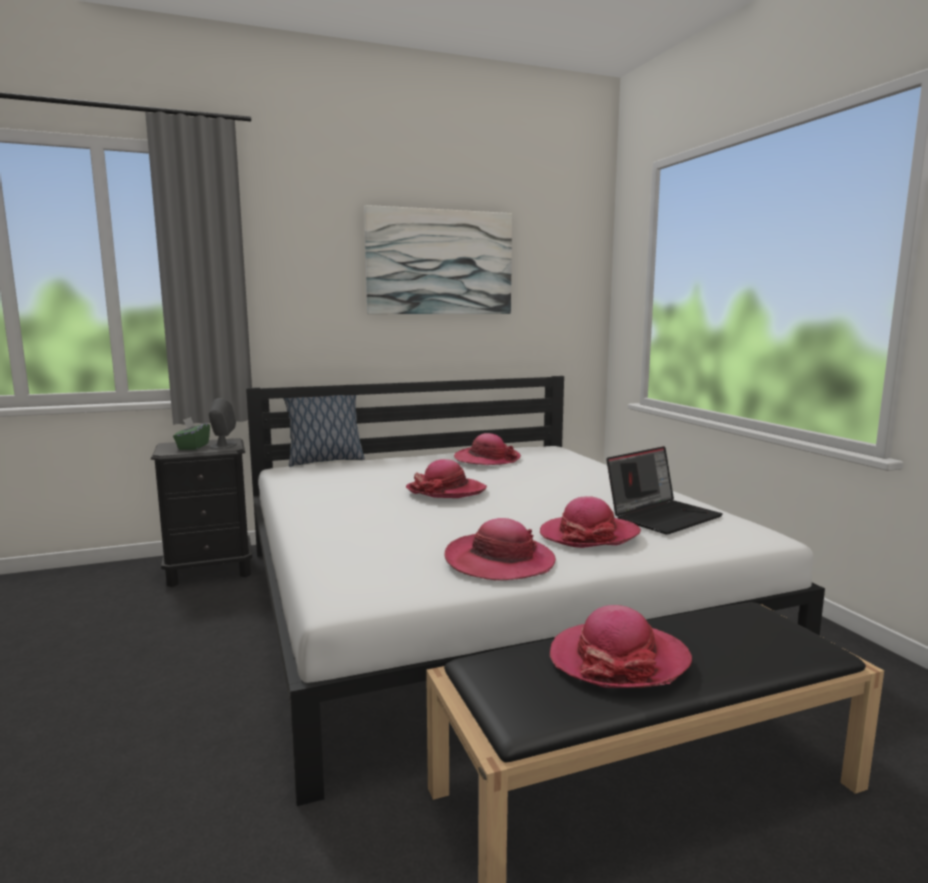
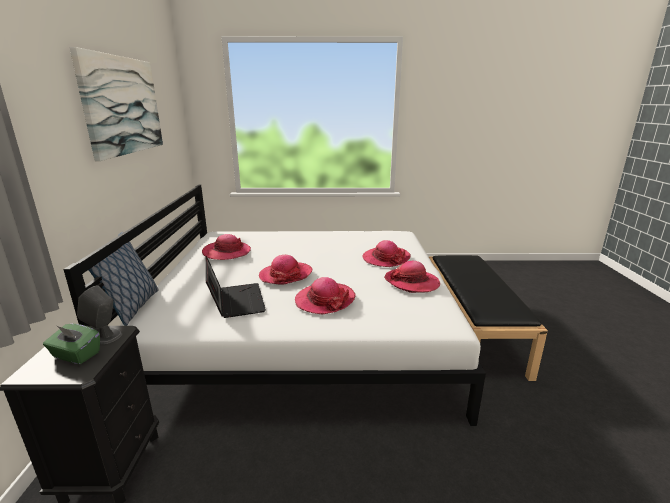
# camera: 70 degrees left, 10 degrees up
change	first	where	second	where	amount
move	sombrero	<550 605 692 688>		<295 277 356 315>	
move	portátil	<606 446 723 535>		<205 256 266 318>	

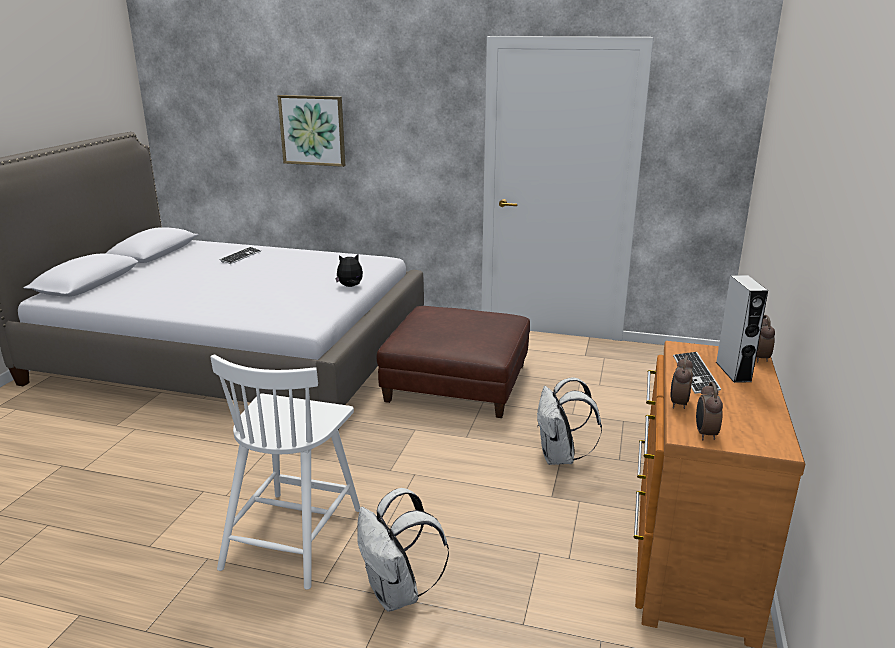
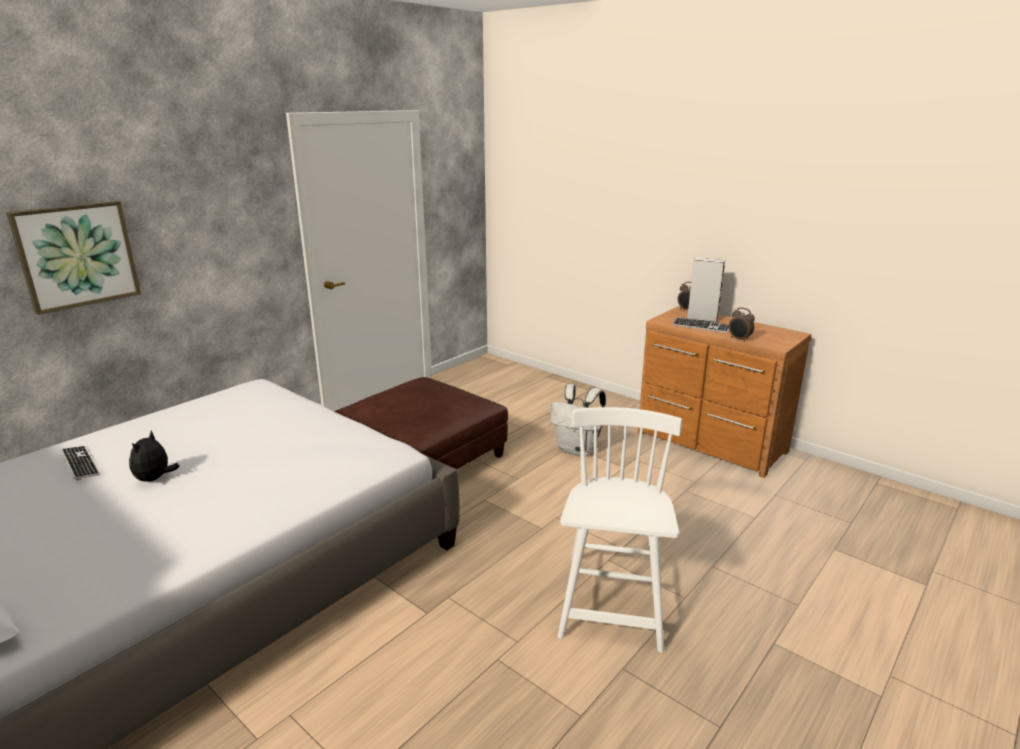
# camera: 65 degrees left, 0 degrees up
change	first	where	second	where	amount
rotate	silla (blanco)	<211 354 360 590>		<558 407 682 653>	120 degrees counterclockwise
move	peluche	<335 254 363 287>		<129 431 179 482>	
delete	mochila (blanco)	<357 488 449 612>			
delete	despertador	<696 382 723 440>			

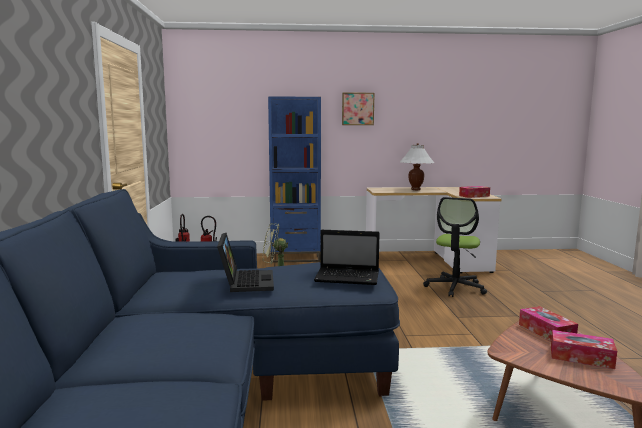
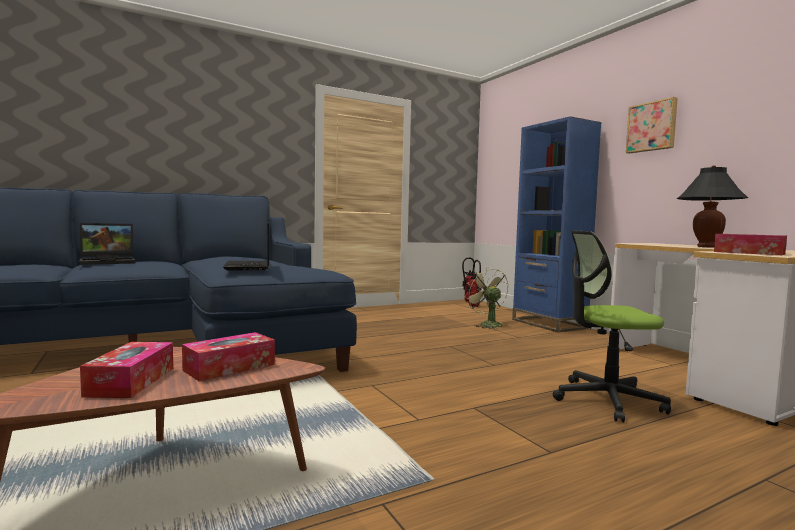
# camera: 65 degrees right, 5 degrees down
change	first	where	second	where	amount
move	portátil	<217 233 274 292>		<79 223 135 265>	
recolor	lámpara de mesa (blanco)	<400 143 434 190>	lámpara de mesa (negro)	<677 165 748 248>	

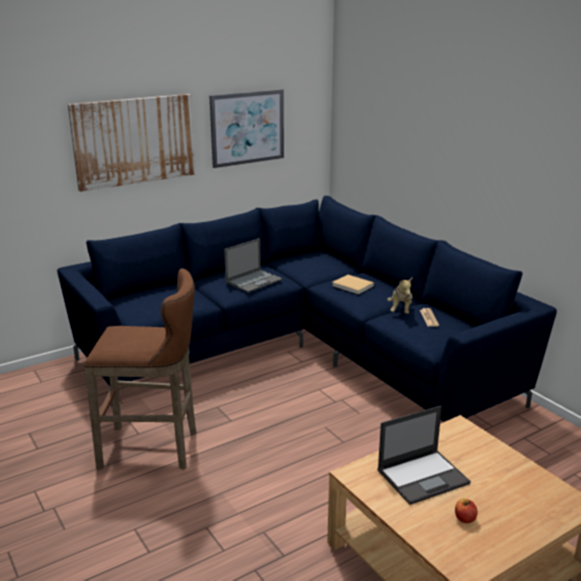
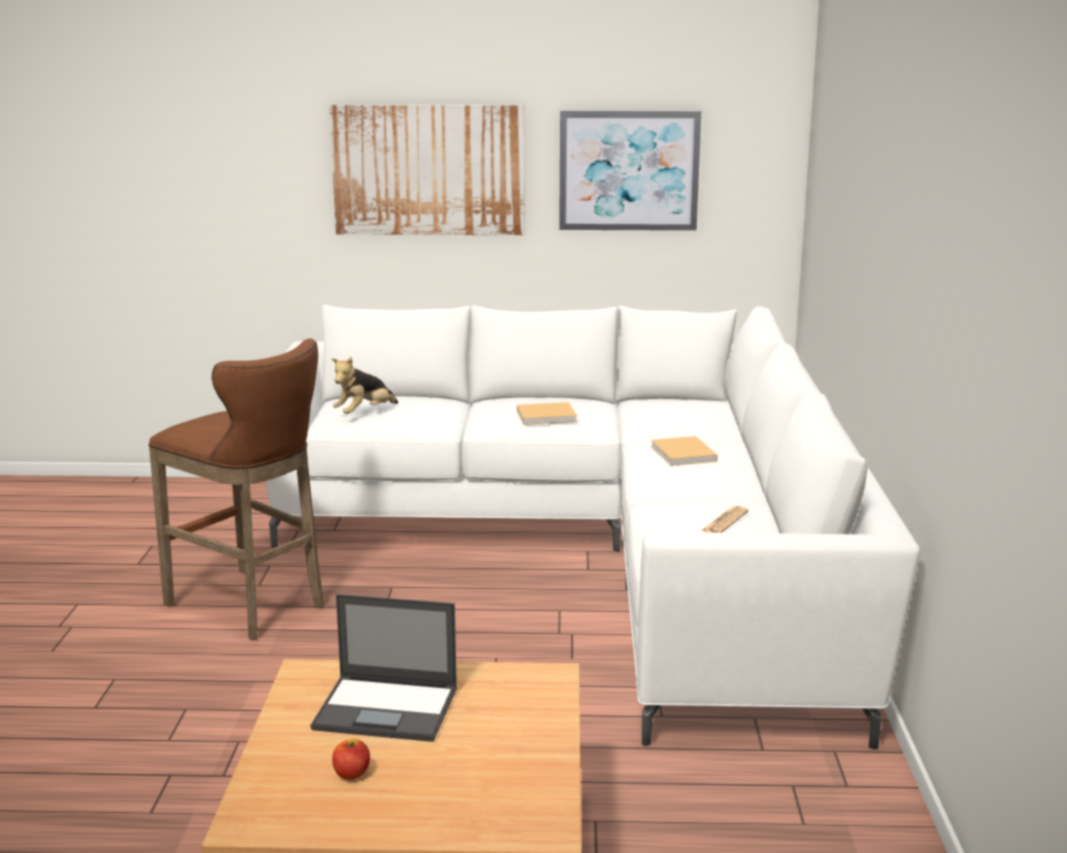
# camera: 35 degrees right, 5 degrees down
change	first	where	second	where	amount
recolor	sofá (azul)	<57 196 557 422>	sofá (blanco)	<266 305 920 750>	
replace	portátil	<224 238 283 293>	libro (beis)	<517 402 577 425>	
move	peluche	<387 277 413 314>		<331 357 398 414>	

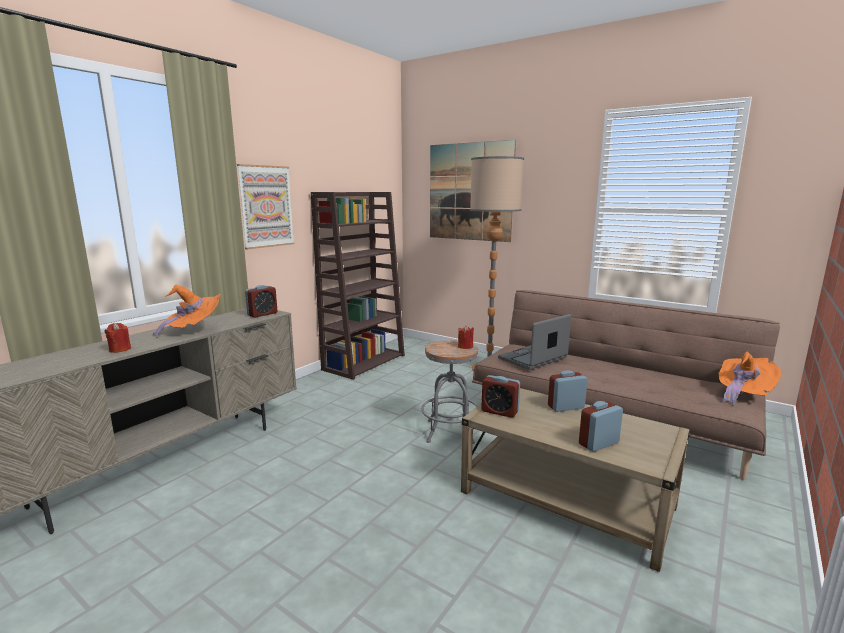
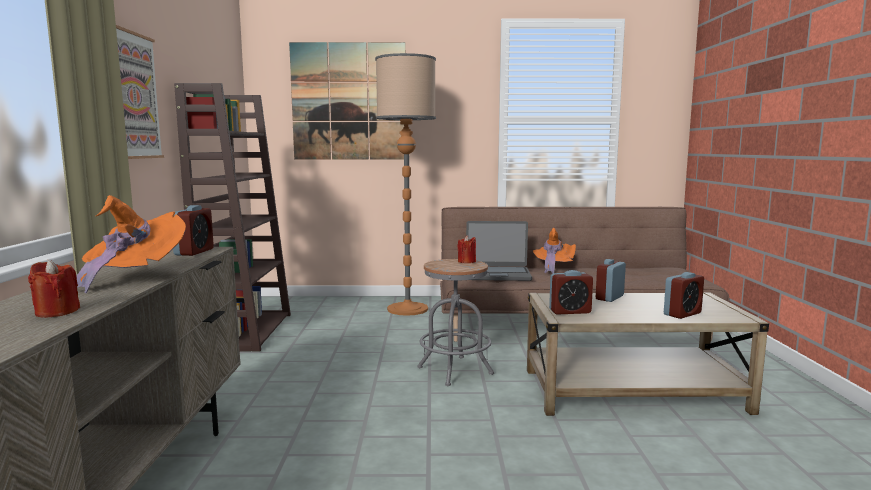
# camera: 35 degrees left, 5 degrees down
change	first	where	second	where	amount
rotate	portátil	<498 314 571 370>		<466 221 532 281>	105 degrees counterclockwise
rotate	despertador	<579 401 623 452>		<664 272 704 319>	150 degrees counterclockwise
move	sombrero (naranja)	<719 352 781 406>		<533 228 576 273>	

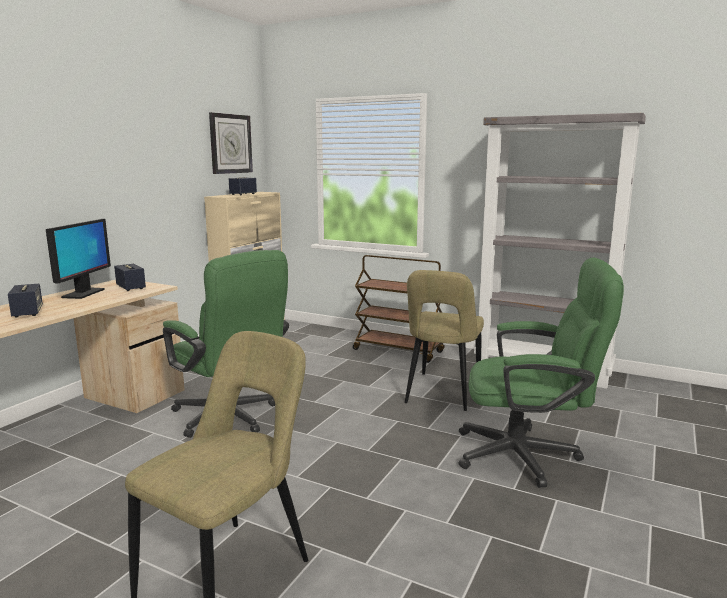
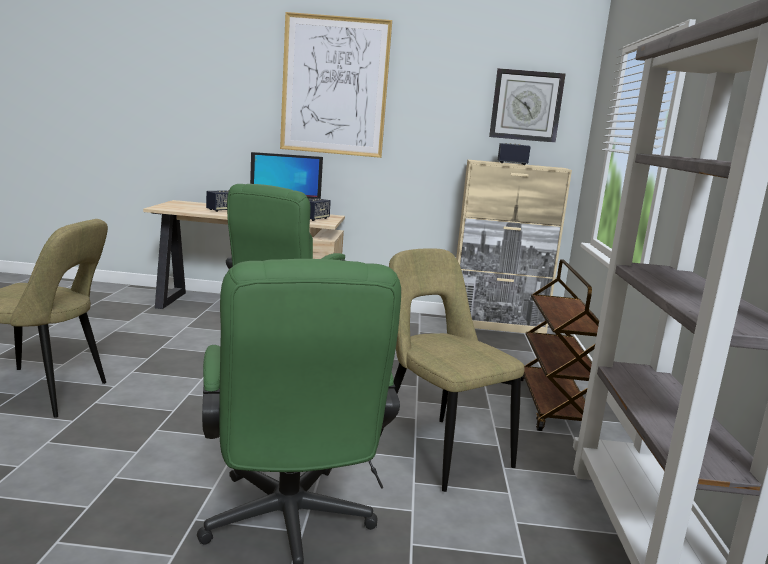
# camera: 65 degrees right, 0 degrees up
change	first	where	second	where	amount
rotate	silla (beis)	<405 270 484 411>		<380 248 524 492>	60 degrees clockwise
insert			cuadro	<280 12 392 158>	

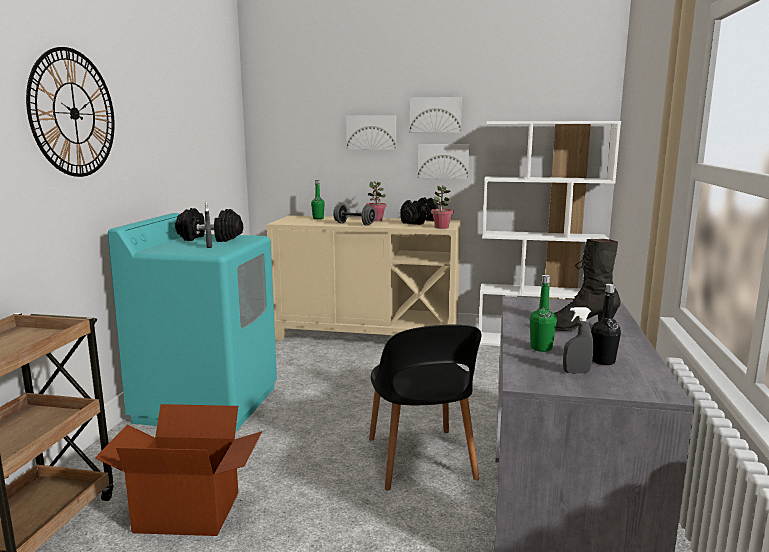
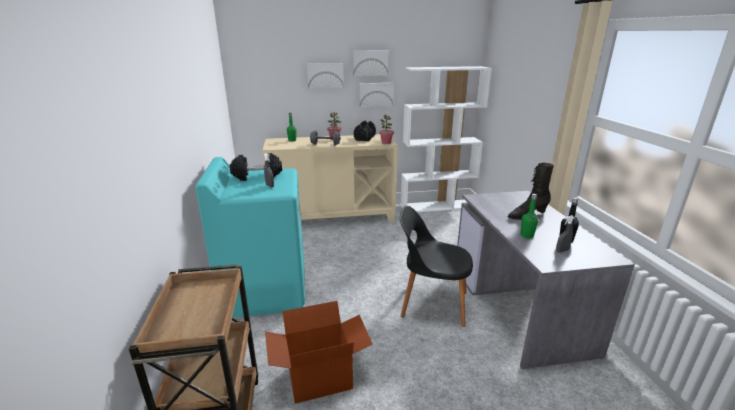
# camera: 20 degrees left, 10 degrees up
change	first	where	second	where	amount
delete	reloj de pared	<26 47 115 177>			
rotate	silla (negro)	<369 325 481 490>		<400 206 473 327>	135 degrees clockwise

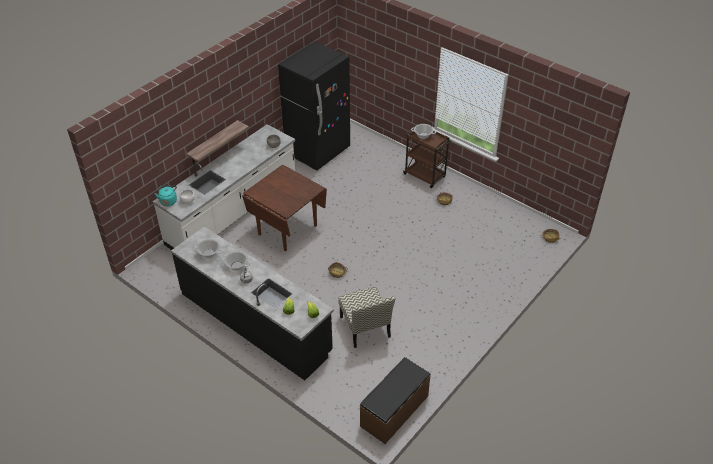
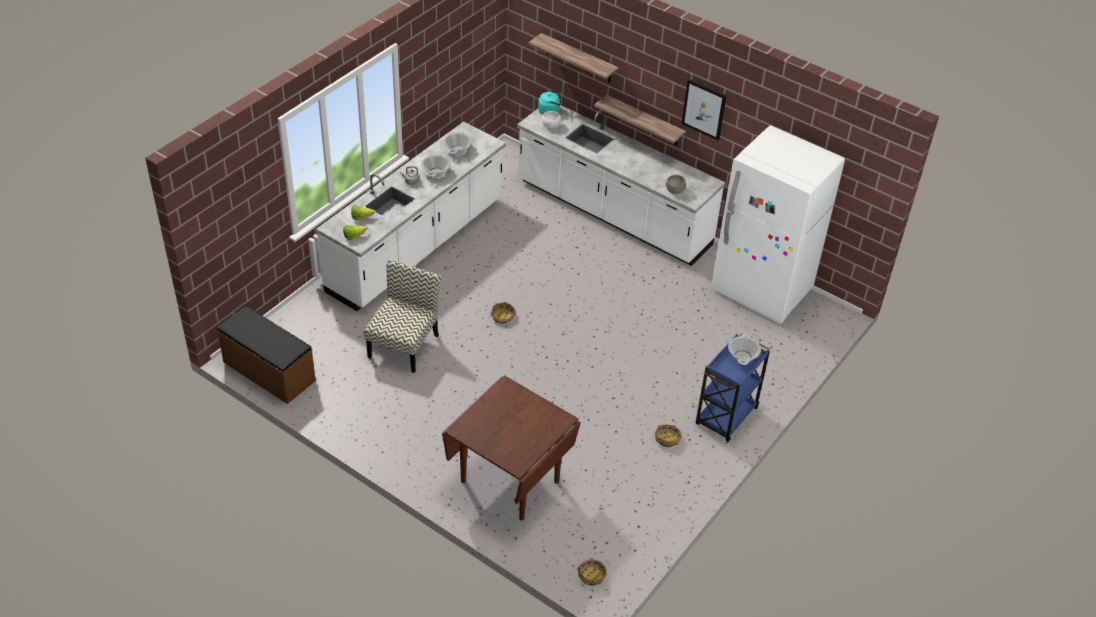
# camera: 85 degrees right, 0 degrees up
change	first	where	second	where	amount
recolor	mueble bajo de cocina (negro)	<171 227 334 381>	mueble bajo de cocina (blanco)	<316 122 506 311>	
move	mesa de comedor (marrón)	<242 164 327 251>		<442 375 581 520>	
recolor	nevera (negro)	<278 41 350 171>	nevera (blanco)	<711 125 845 324>	
rotate	silla	<338 286 396 348>		<364 260 441 373>	135 degrees clockwise
recolor	carrito (marrón)	<403 124 451 188>	carrito (azul)	<696 334 770 442>	
insert			estante	<528 33 619 83>	
insert			cuadro	<682 79 727 140>	

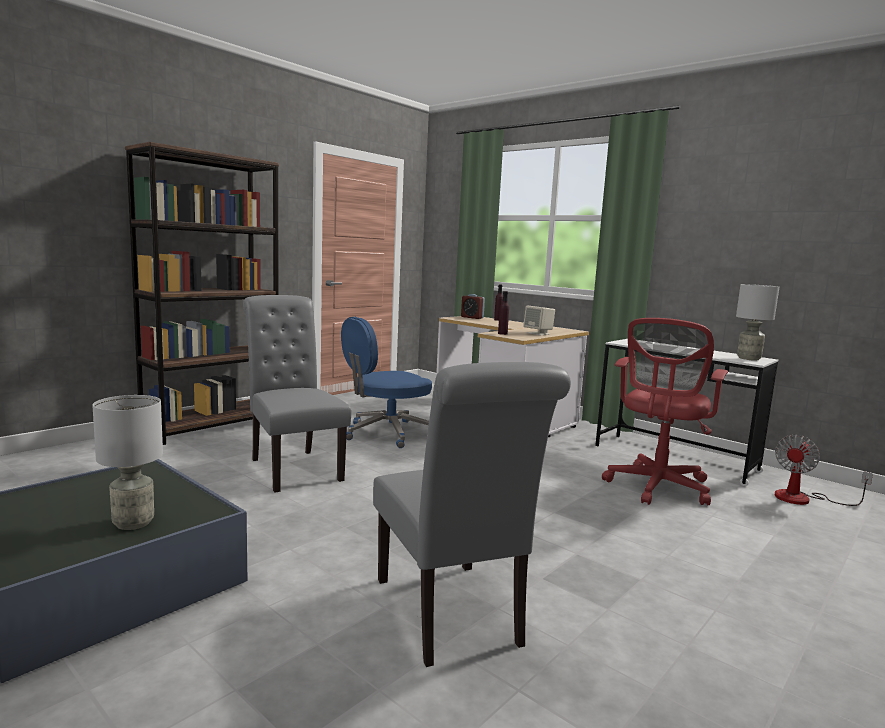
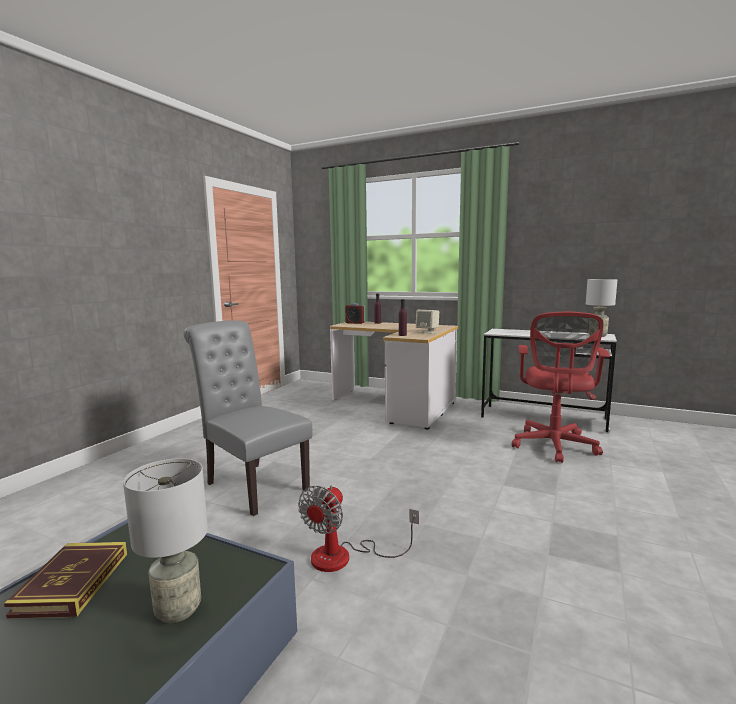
# camera: 15 degrees left, 0 degrees up
change	first	where	second	where	amount
delete	estantería (marrón)	<125 142 279 445>			
delete	silla de oficina (azul)	<341 317 432 448>			
delete	silla (gris)	<373 362 571 667>			
move	ventilador	<775 435 873 506>		<298 485 419 572>	
insert			libro	<4 542 127 619>	

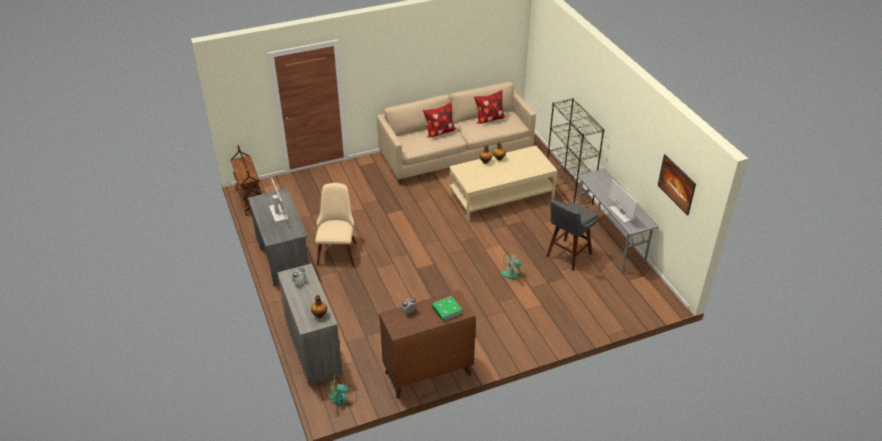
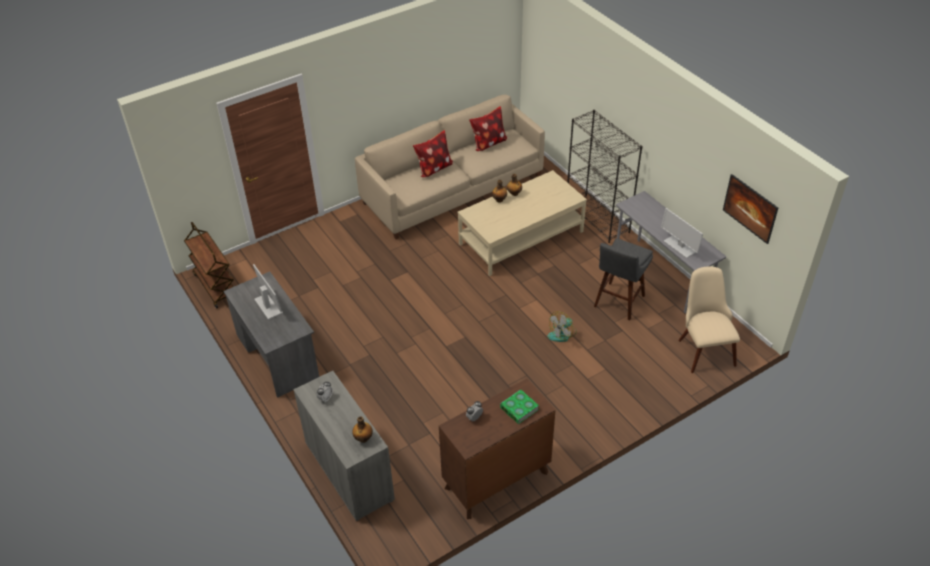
# camera: 10 degrees left, 5 degrees up
change	first	where	second	where	amount
move	silla (beis)	<315 183 356 266>		<678 266 740 373>	
delete	ventilador	<328 373 357 405>			

